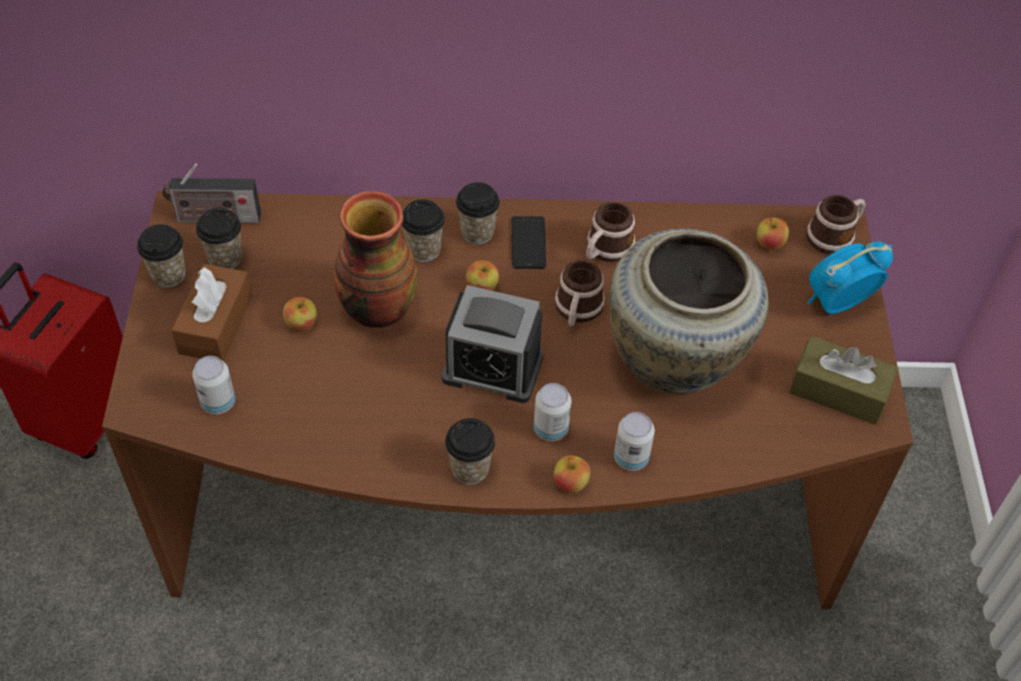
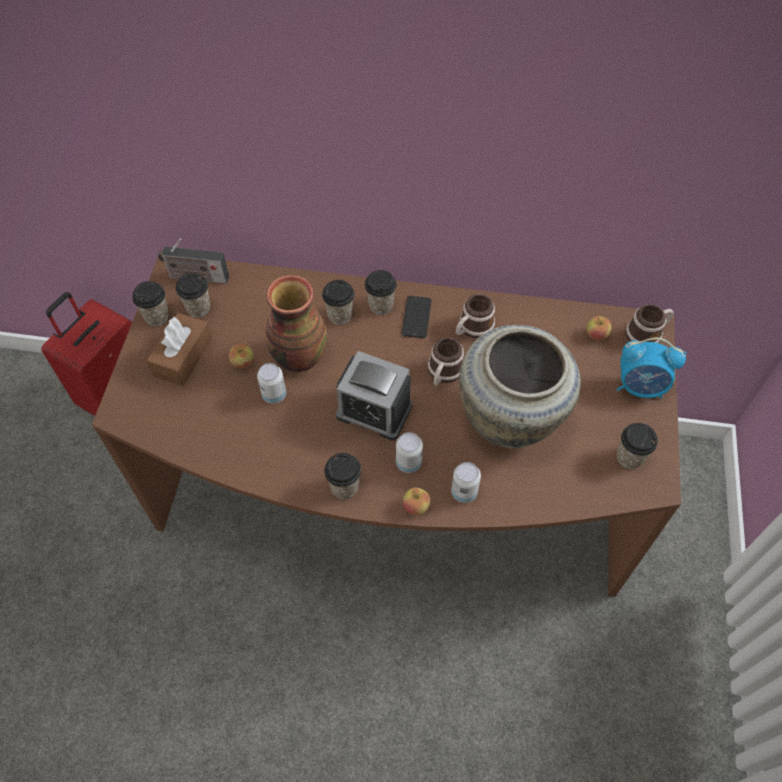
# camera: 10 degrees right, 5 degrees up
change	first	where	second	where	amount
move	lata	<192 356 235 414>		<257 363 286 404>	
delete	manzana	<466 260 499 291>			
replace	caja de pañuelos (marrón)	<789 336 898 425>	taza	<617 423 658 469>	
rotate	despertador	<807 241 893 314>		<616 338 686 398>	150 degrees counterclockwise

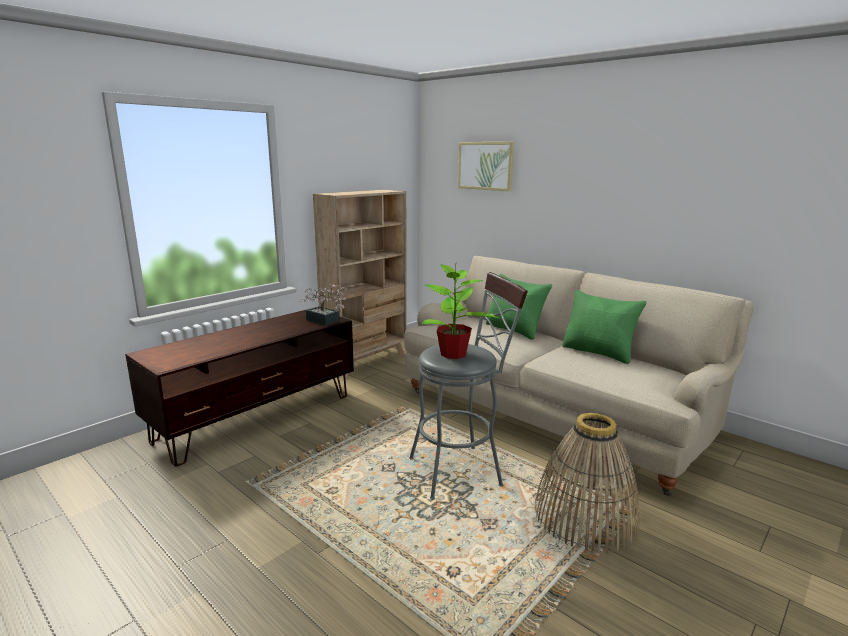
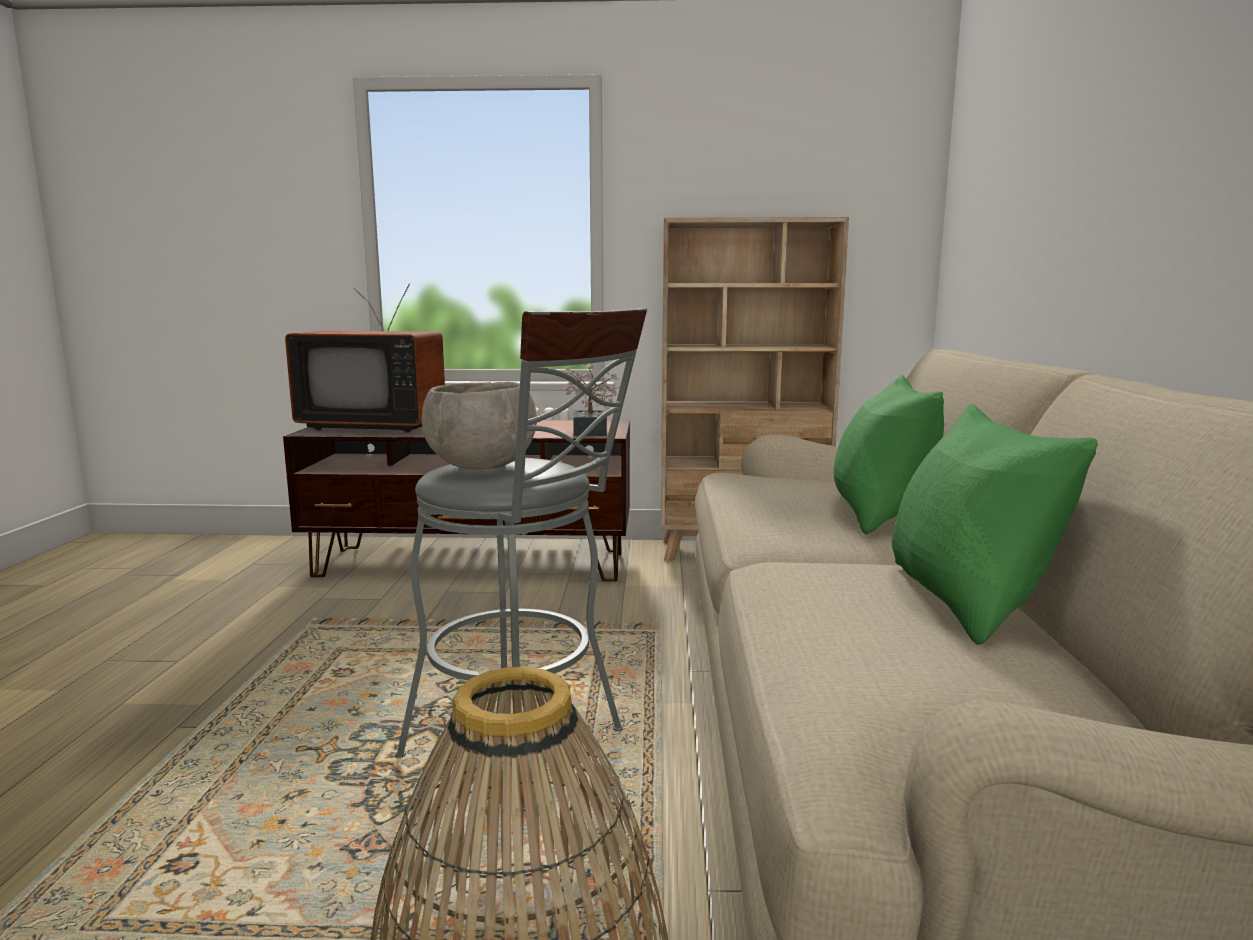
# camera: 50 degrees right, 5 degrees down
change	first	where	second	where	amount
replace	planta en maceta	<422 264 499 359>	cuenco (gris)	<421 382 537 470>	
delete	cuadro	<458 142 514 191>			
insert			televisor	<285 283 445 433>	

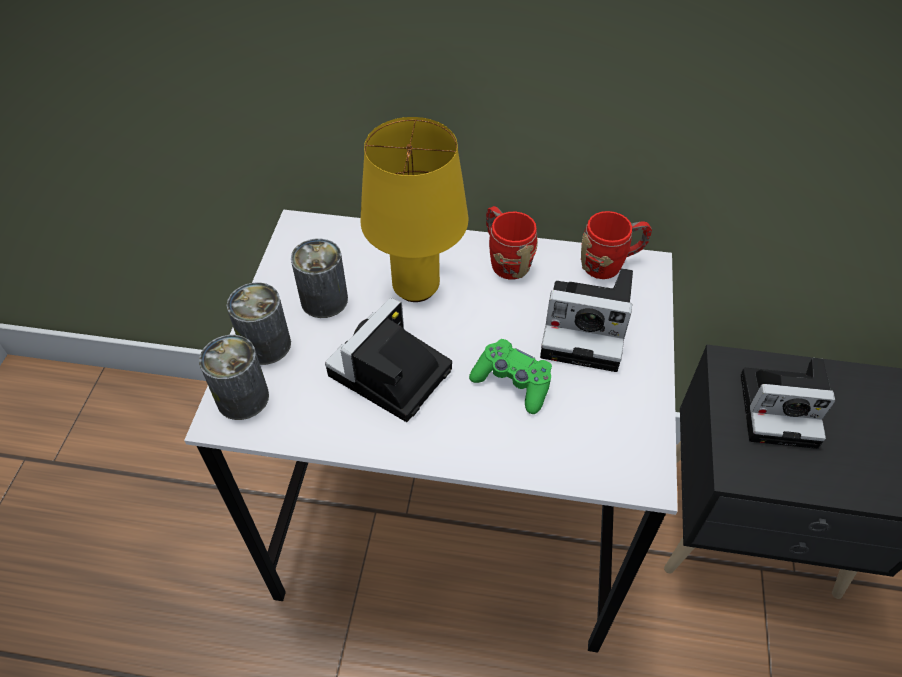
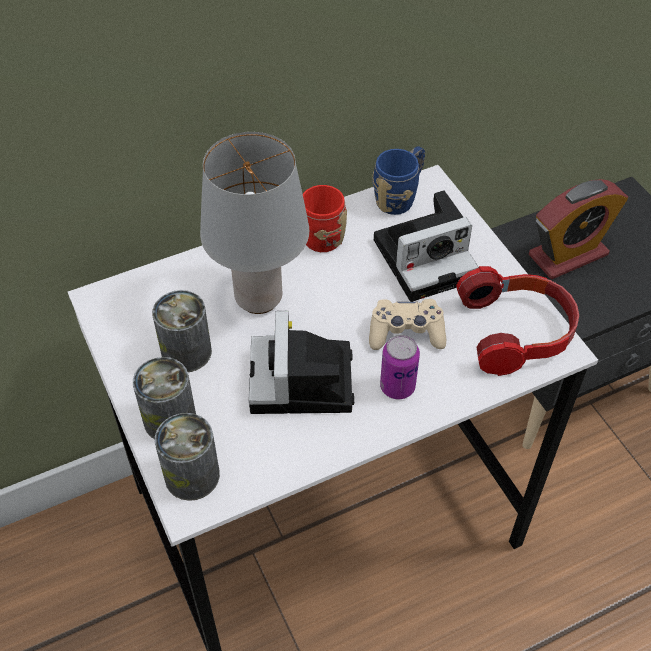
# camera: 35 degrees left, 0 degrees up
change	first	where	second	where	amount
recolor	lámpara de mesa (amarillo)	<360 117 468 302>	lámpara de mesa (gris)	<200 132 309 314>	
recolor	mando de consola (verde)	<469 339 552 414>	mando de consola (beis)	<369 299 446 350>	
recolor	taza grande (rojo)	<581 211 652 279>	taza grande (azul)	<372 146 425 215>	
replace	cámara	<741 358 835 449>	despertador	<529 179 628 279>	
insert			lata	<380 335 420 399>	
insert			auriculares	<456 266 579 376>	

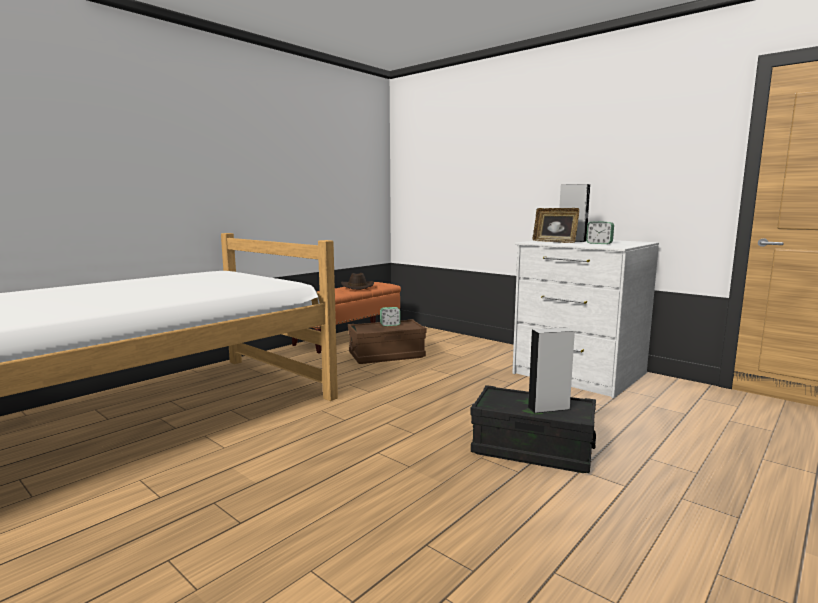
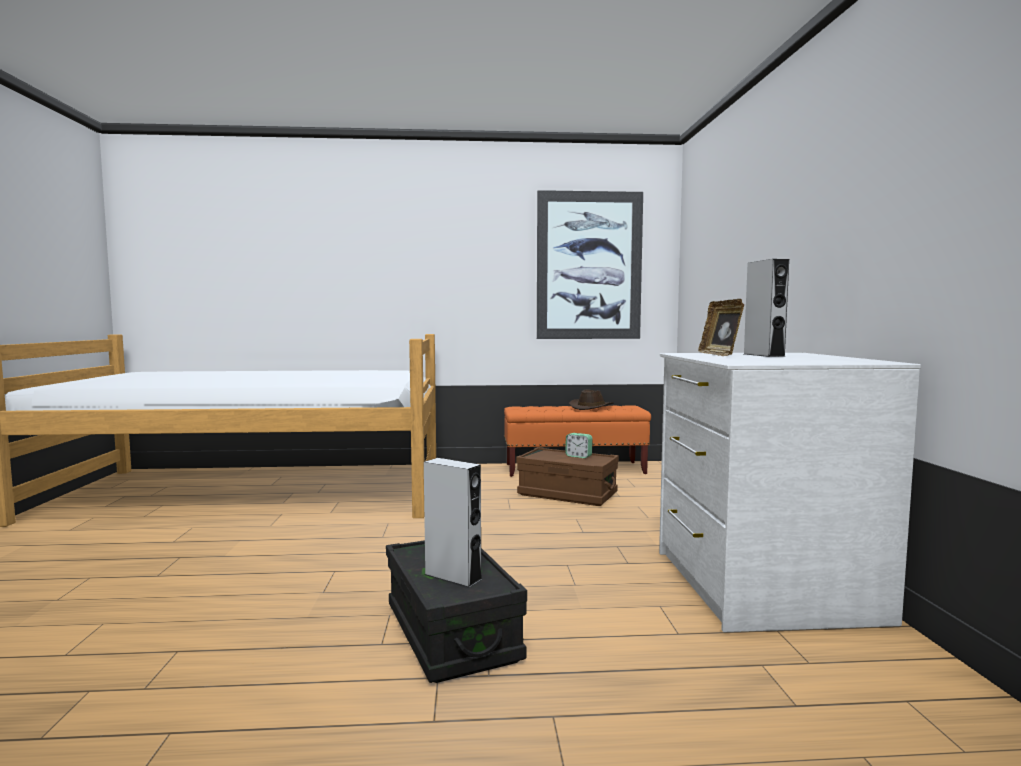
# camera: 45 degrees right, 5 degrees down
change	first	where	second	where	amount
delete	despertador	<586 221 614 244>			
insert			cuadro	<537 190 643 339>	

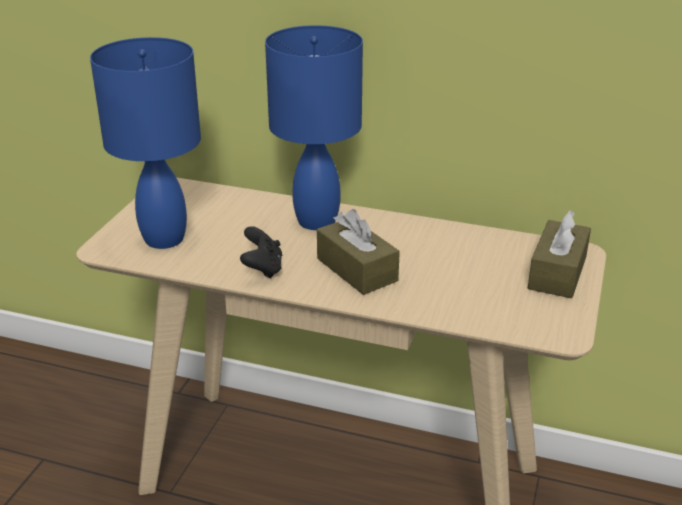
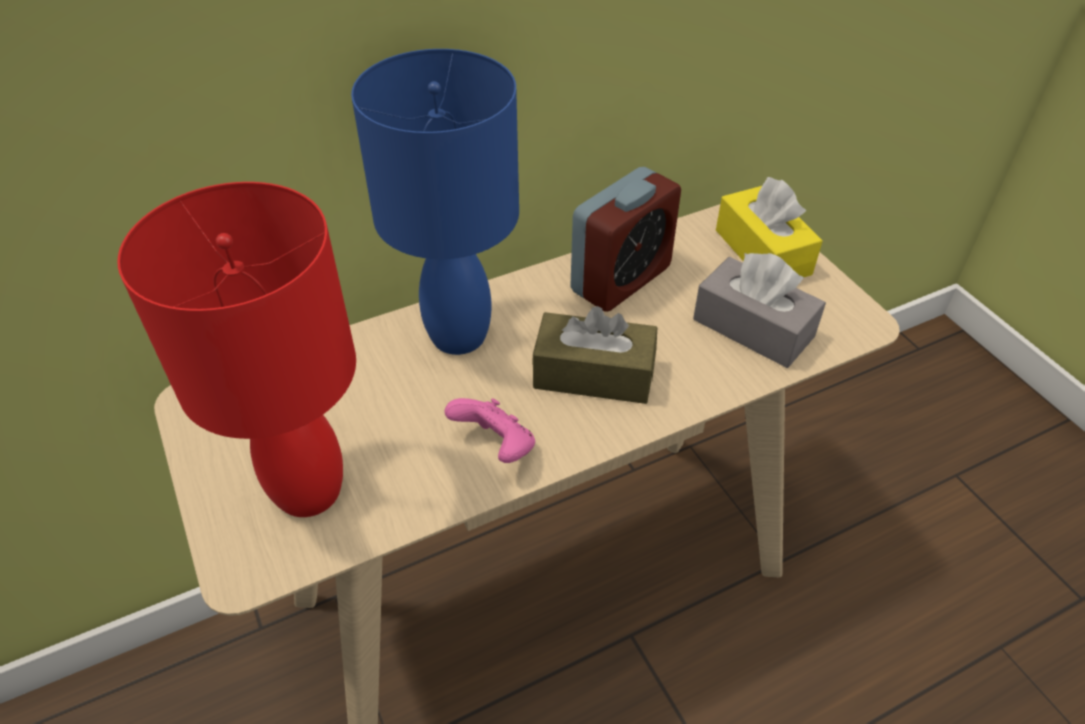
# camera: 45 degrees left, 15 degrees up
change	first	where	second	where	amount
recolor	lámpara de mesa (azul)	<90 37 201 249>	lámpara de mesa (rojo)	<117 182 356 517>	
recolor	mando de consola (negro)	<240 226 282 279>	mando de consola (rosa)	<445 398 535 463>	
recolor	caja de pañuelos (marrón)	<528 210 591 298>	caja de pañuelos (amarillo)	<716 177 823 277>	
insert			despertador	<570 167 681 312>	
insert			caja de pañuelos (gris)	<693 253 826 368>	

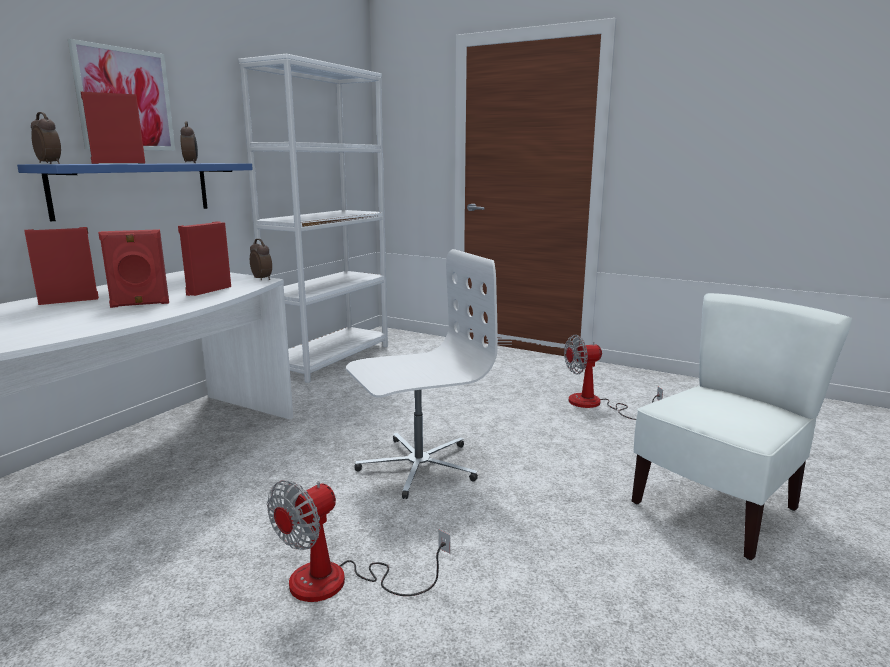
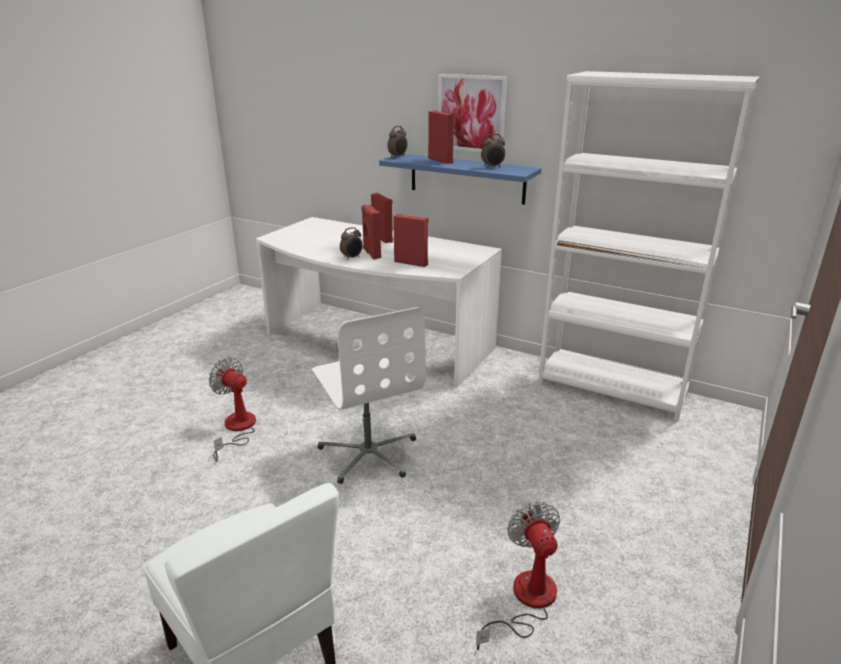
# camera: 90 degrees right, 10 degrees up
change	first	where	second	where	amount
move	despertador	<250 239 272 280>		<340 227 363 260>	

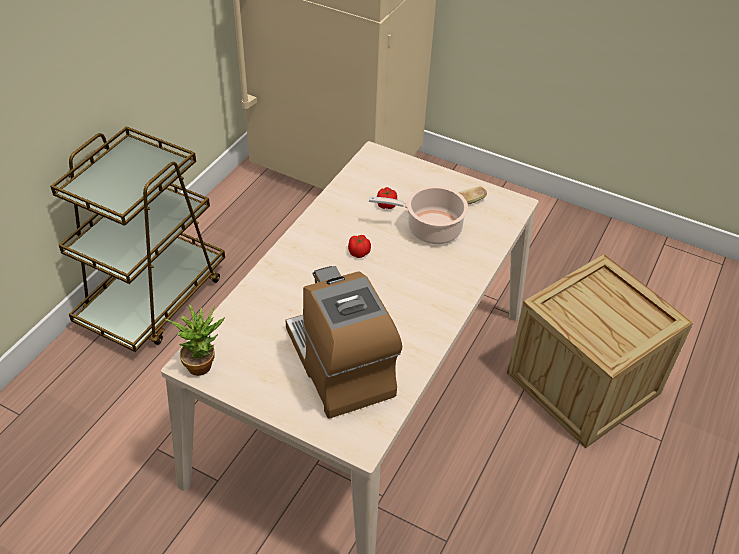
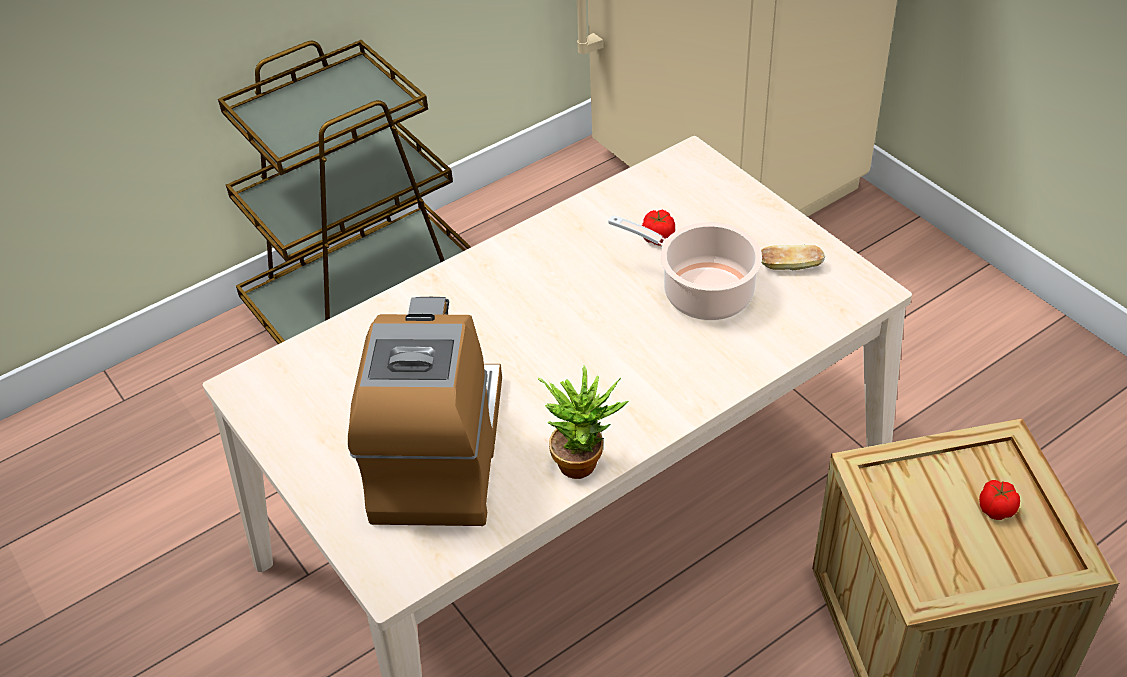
# camera: 30 degrees right, 0 degrees up
change	first	where	second	where	amount
move	planta en maceta	<165 304 225 376>		<538 366 628 479>	
move	tomate	<348 235 371 258>		<979 480 1020 520>	

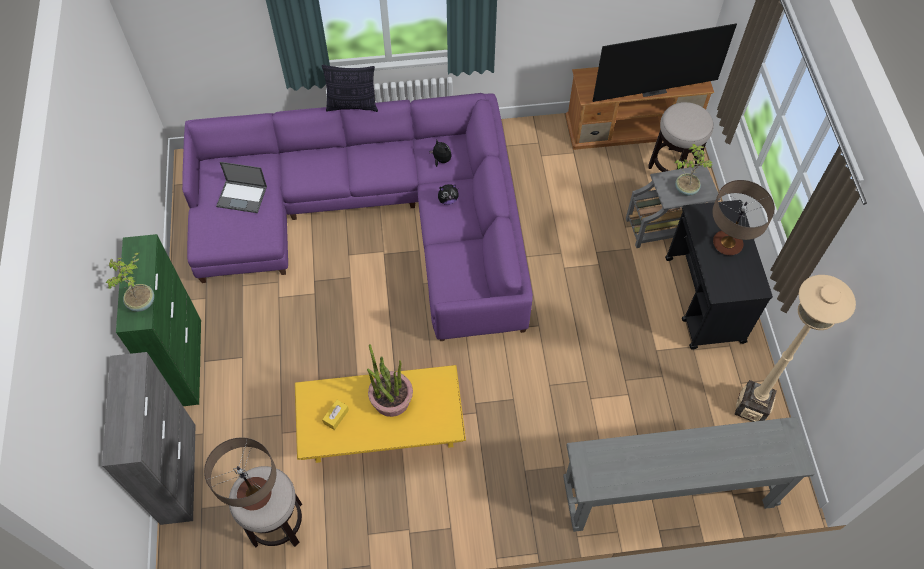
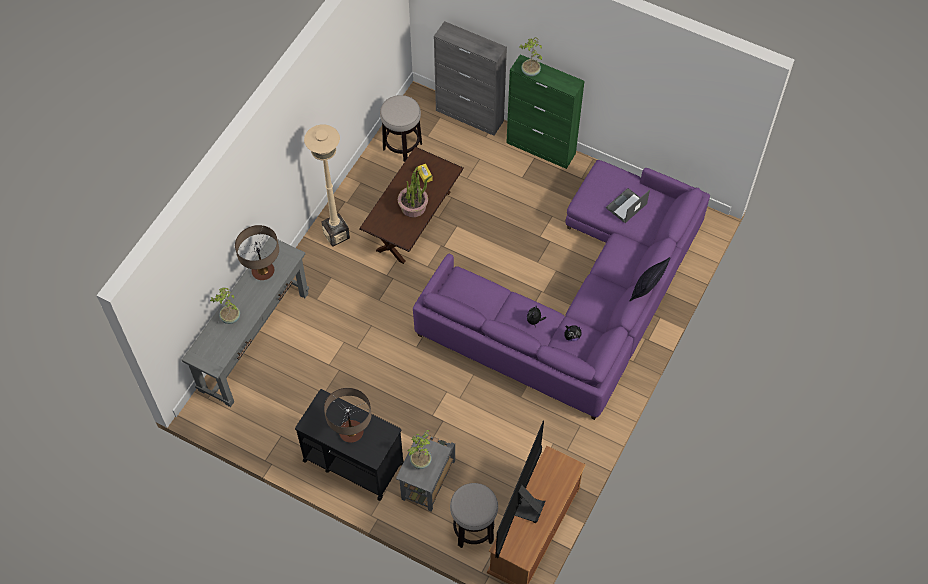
# camera: 125 degrees right, 0 degrees up
change	first	where	second	where	amount
move	lámpara de mesa	<204 437 276 510>		<235 225 279 280>	
recolor	mesa de centro (amarillo)	<295 365 466 463>	mesa de centro (marrón)	<359 147 464 264>	
move	lámpara de pie (beis)	<735 275 856 422>		<304 124 350 247>	
insert			planta en maceta	<210 288 240 324>	

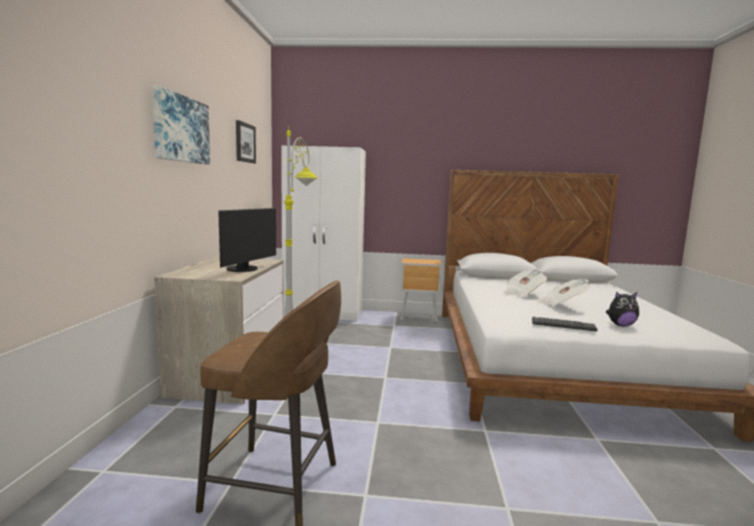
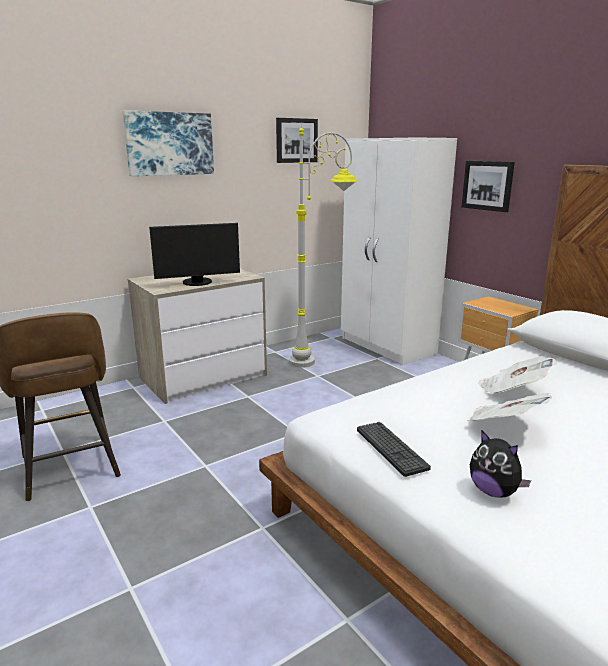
# camera: 50 degrees right, 10 degrees up
change	first	where	second	where	amount
insert			cuadro	<462 161 515 212>	

